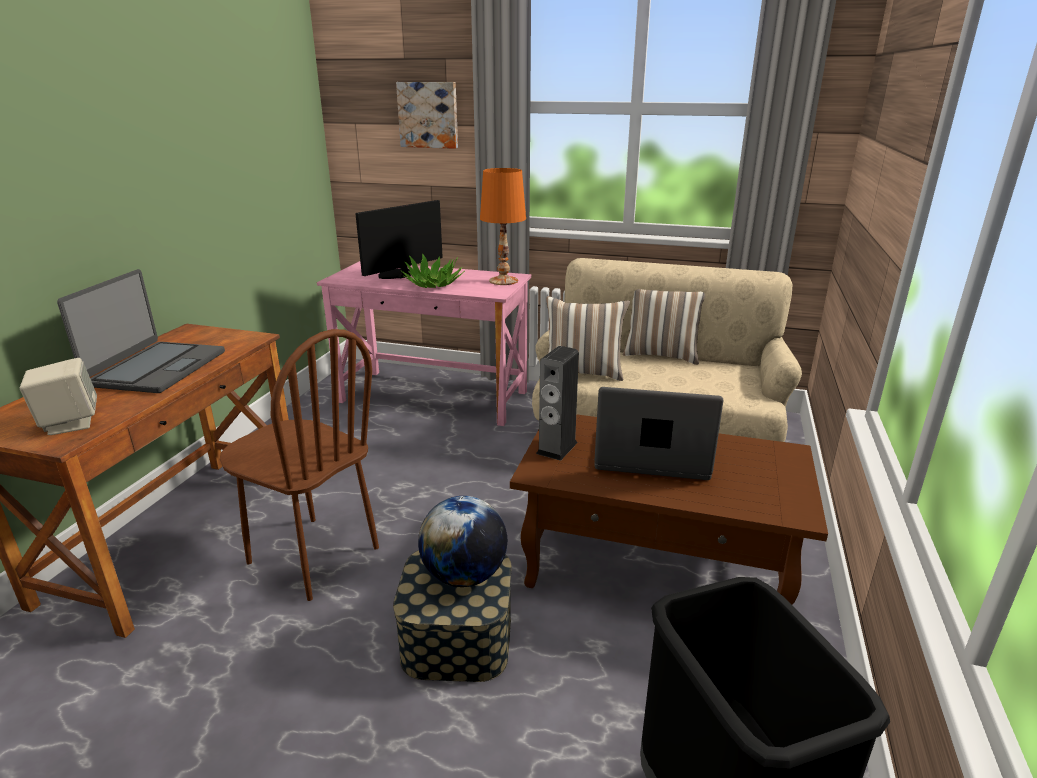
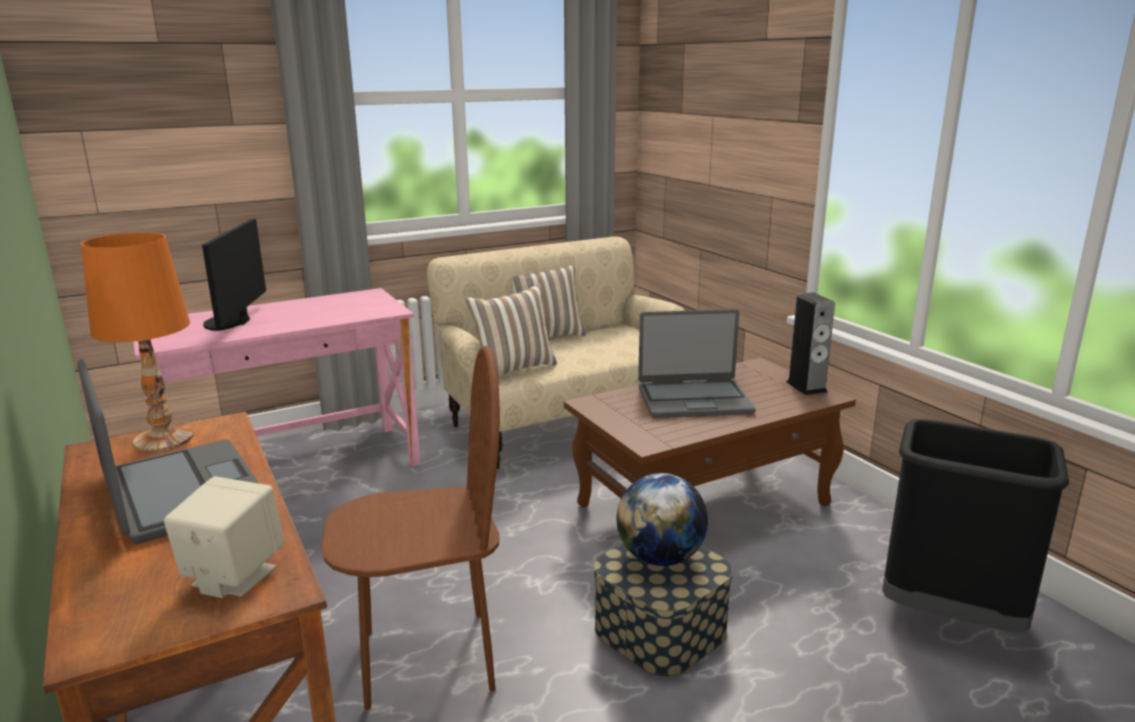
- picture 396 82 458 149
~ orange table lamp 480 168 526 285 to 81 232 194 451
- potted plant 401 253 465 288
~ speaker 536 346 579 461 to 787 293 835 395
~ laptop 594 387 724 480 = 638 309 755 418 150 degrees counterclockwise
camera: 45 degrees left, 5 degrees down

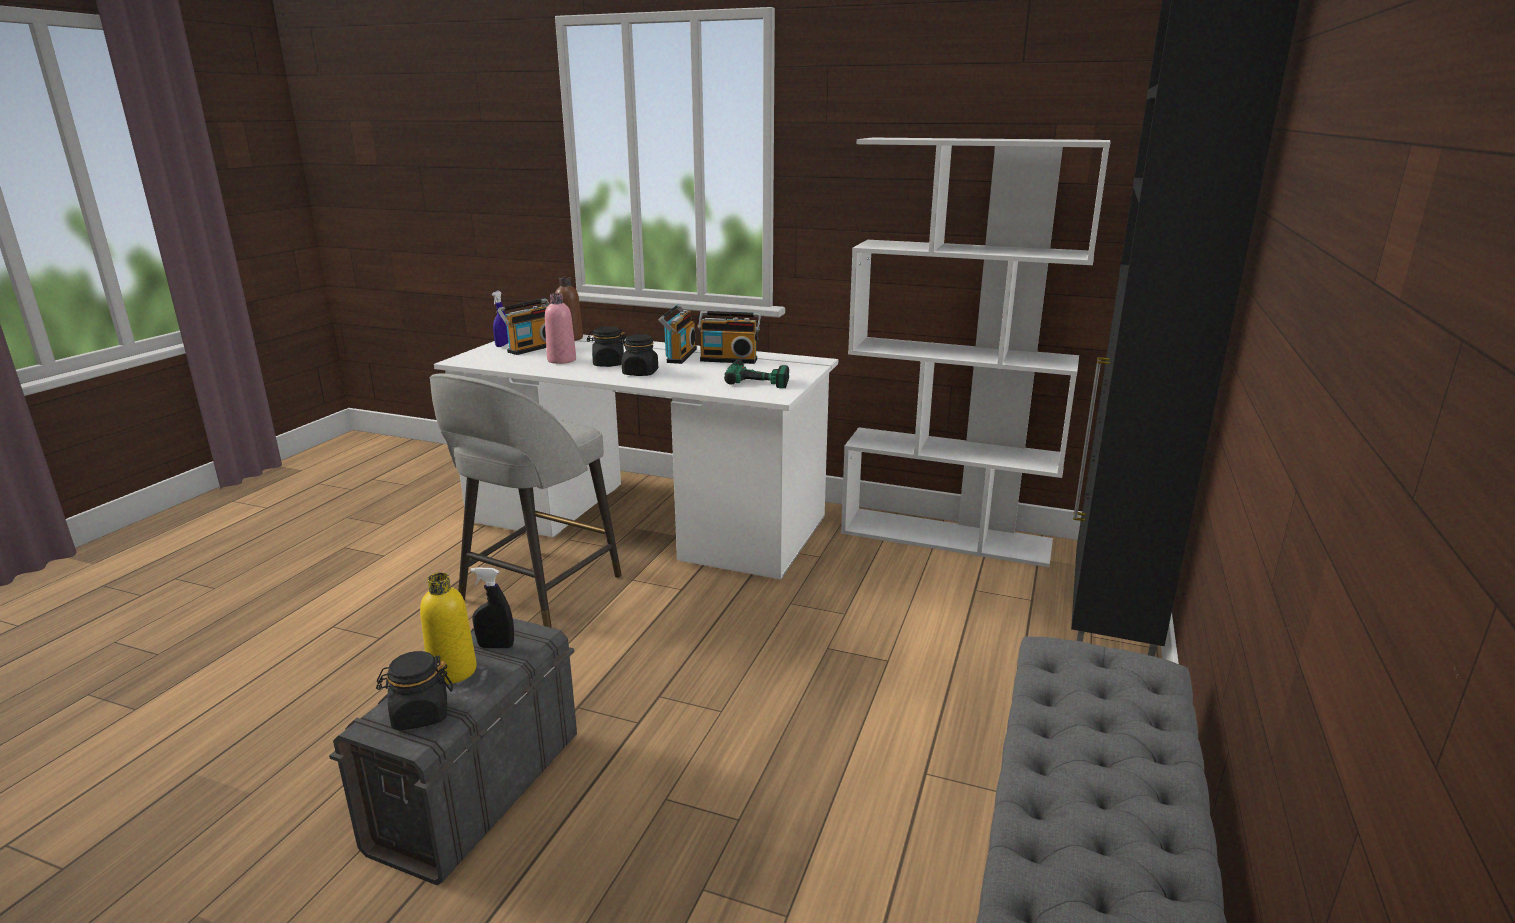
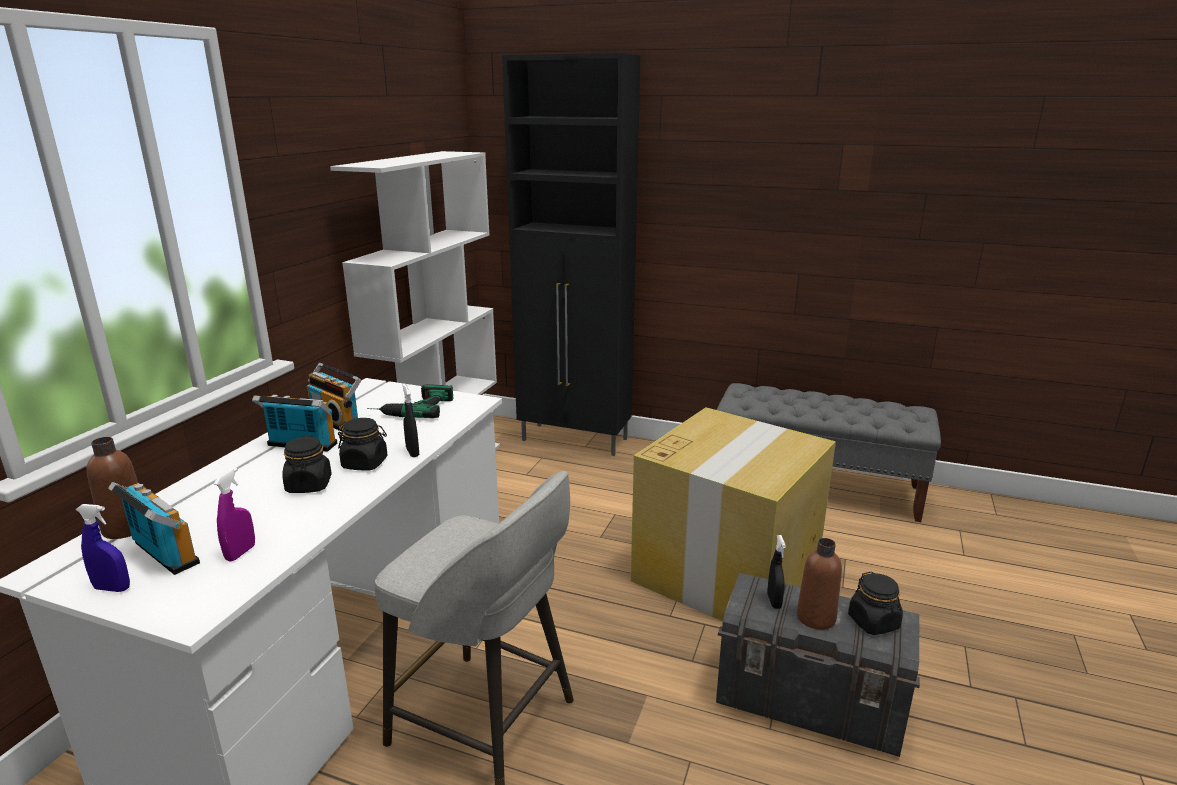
- pink bottle 545 293 576 364
~ radio 698 311 761 364 = 307 363 361 432 120 degrees clockwise
~ yellow bottle 420 573 477 684 to brown bottle 797 538 842 630
+ black spray bottle 402 384 419 457
+ cardboard box 631 407 836 621
+ purple spray bottle 214 468 255 562
camera: 90 degrees left, 0 degrees up

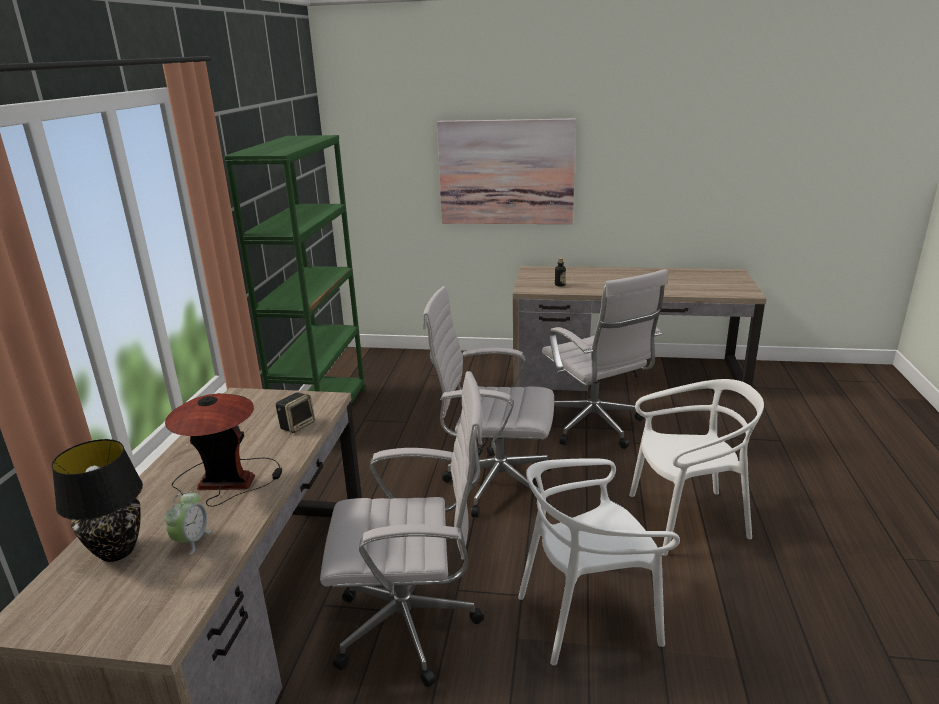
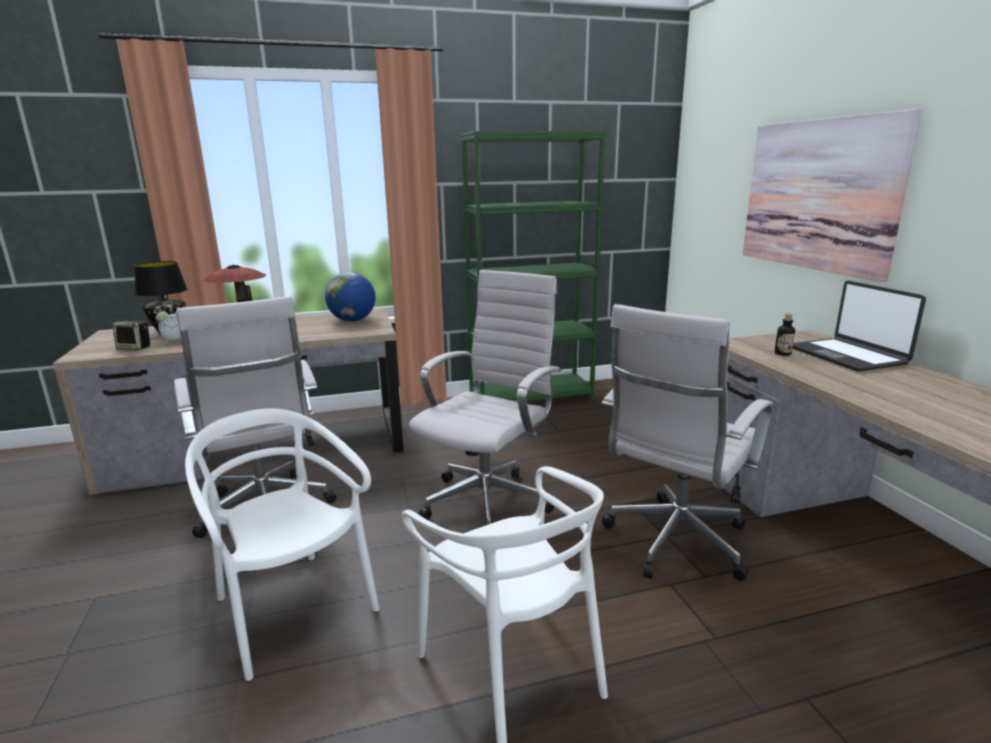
~ white office chair 423 286 554 518 = 409 270 561 525 45 degrees clockwise
~ speaker 276 392 315 433 to 112 320 150 350
+ globe 325 272 376 321
+ laptop 793 281 926 372
camera: 65 degrees right, 5 degrees down

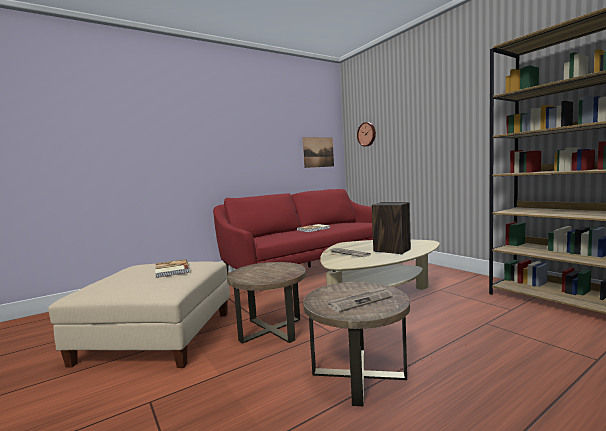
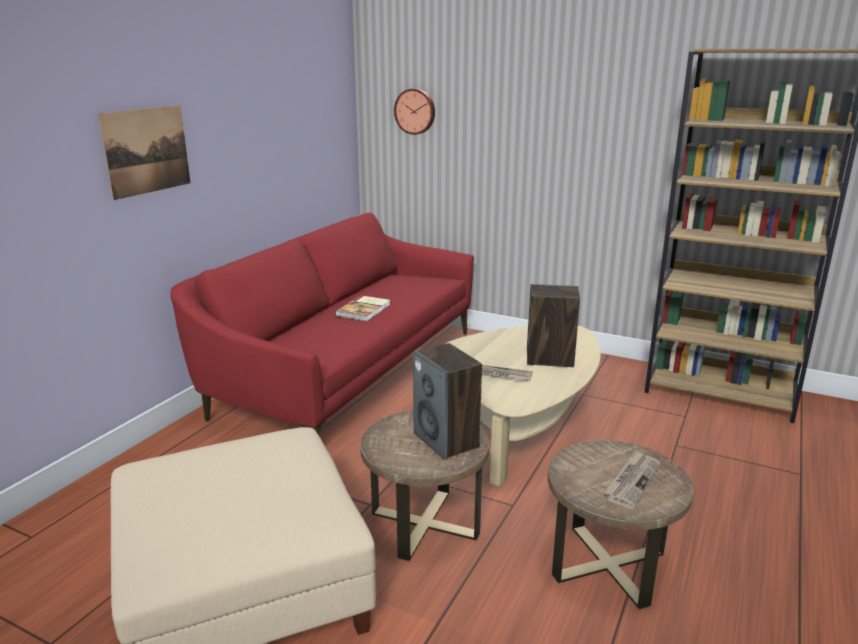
~ picture 303 137 334 168 to 98 106 190 200
- book 155 259 190 278
+ speaker 413 343 482 460
camera: 30 degrees left, 15 degrees up

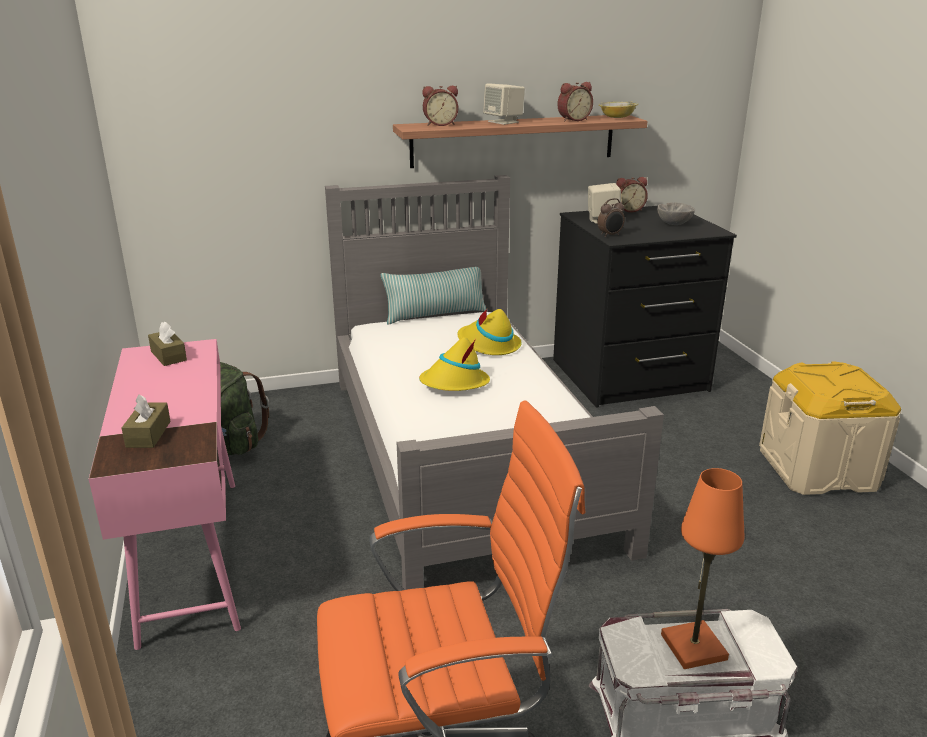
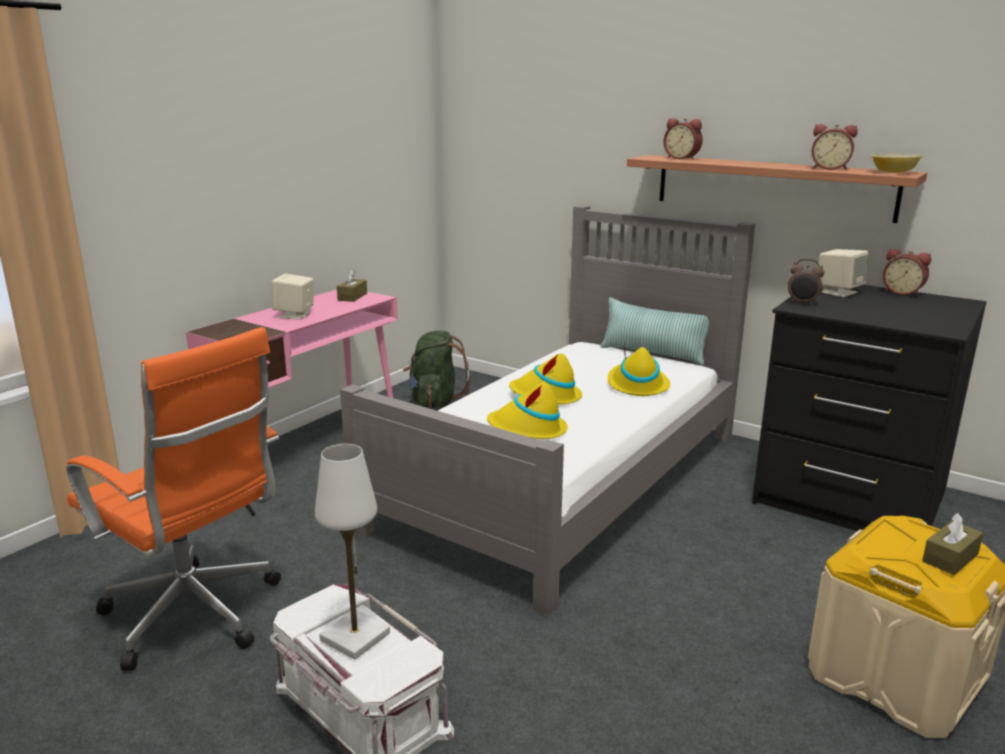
~ beige speaker 483 84 525 125 to 272 274 313 319
- grey bowl 657 202 695 225
~ brown tissue box 122 395 171 448 to 922 513 983 575
~ orange table lamp 661 468 744 669 to white table lamp 315 444 390 660
+ yellow hat 487 382 568 439
camera: 50 degrees right, 5 degrees down

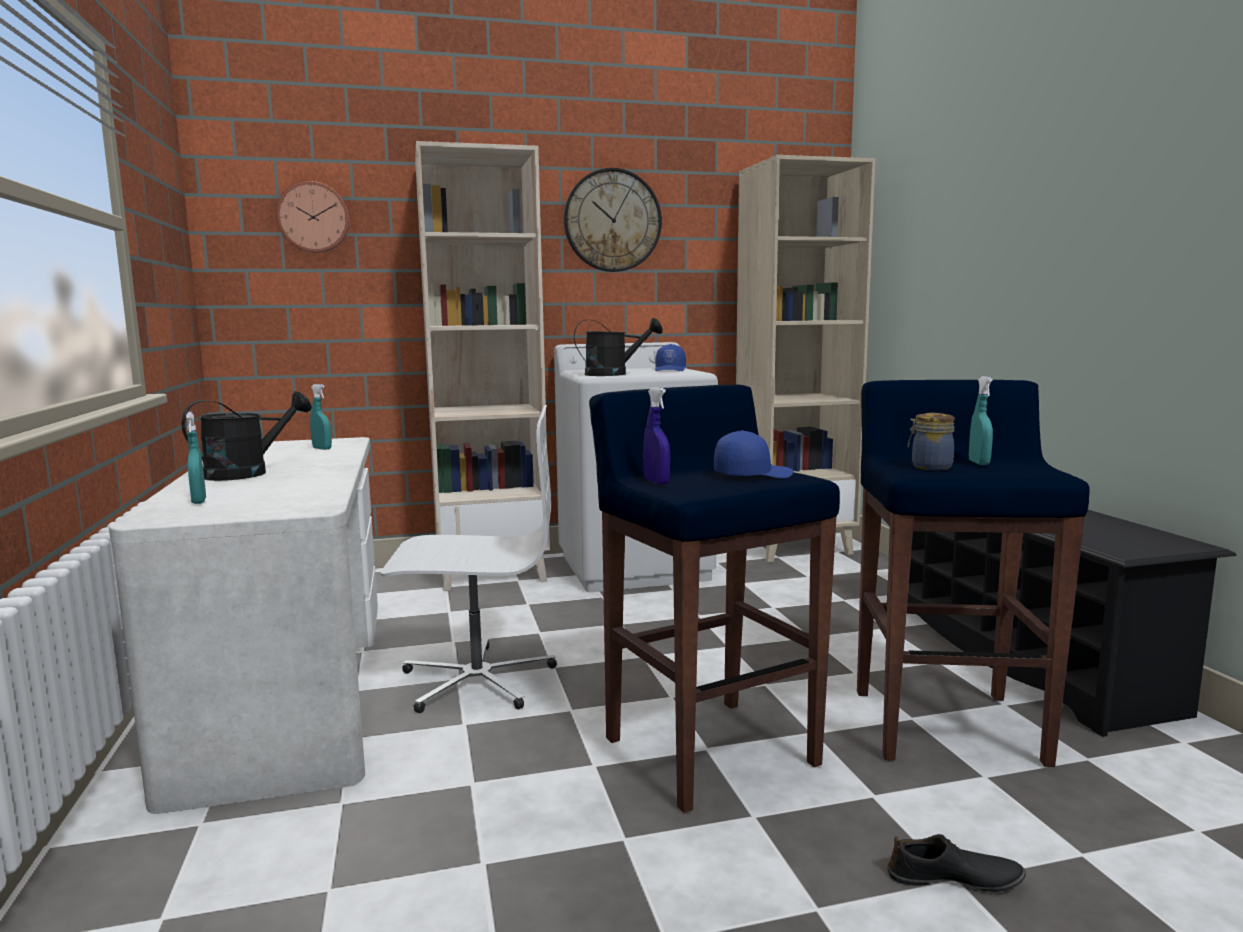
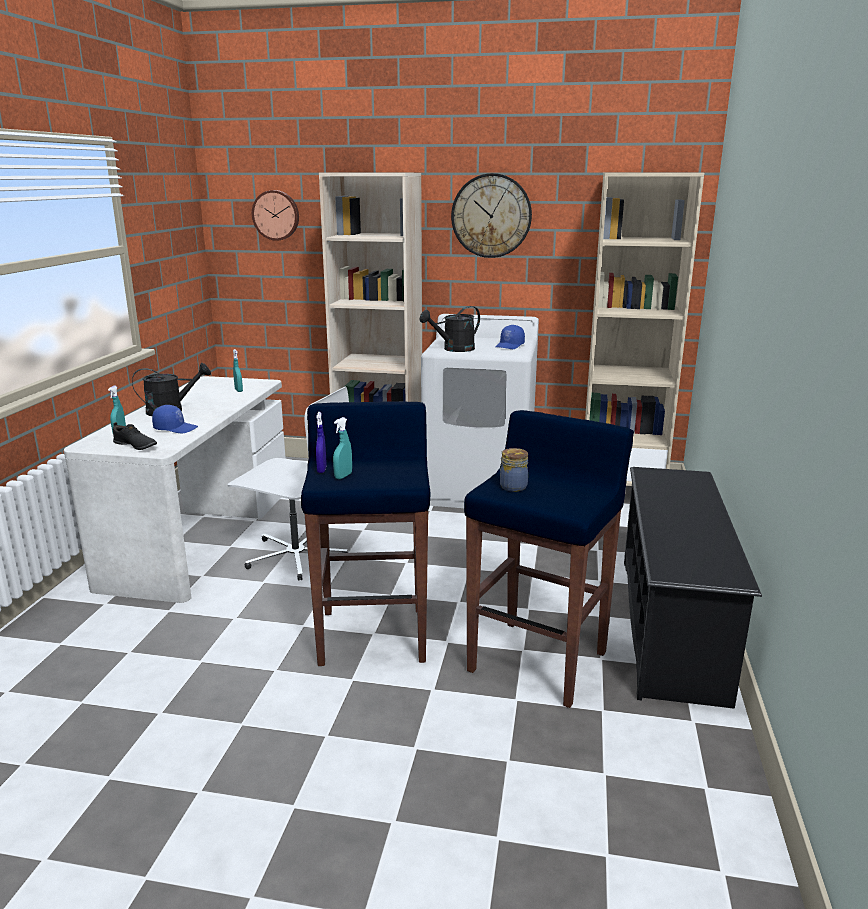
~ black watering can 574 318 663 376 = 419 306 480 352 135 degrees clockwise
~ turquoise spray bottle 969 376 993 465 to 333 417 352 479
~ blue cap 714 430 793 478 to 152 405 198 433
~ black shoe 888 834 1026 892 to 113 422 157 450
camera: 25 degrees right, 10 degrees up

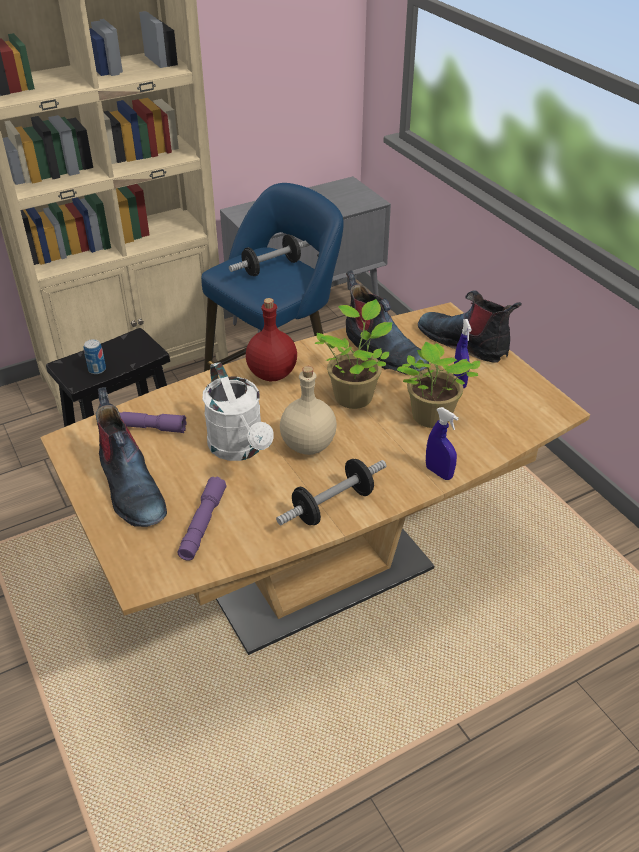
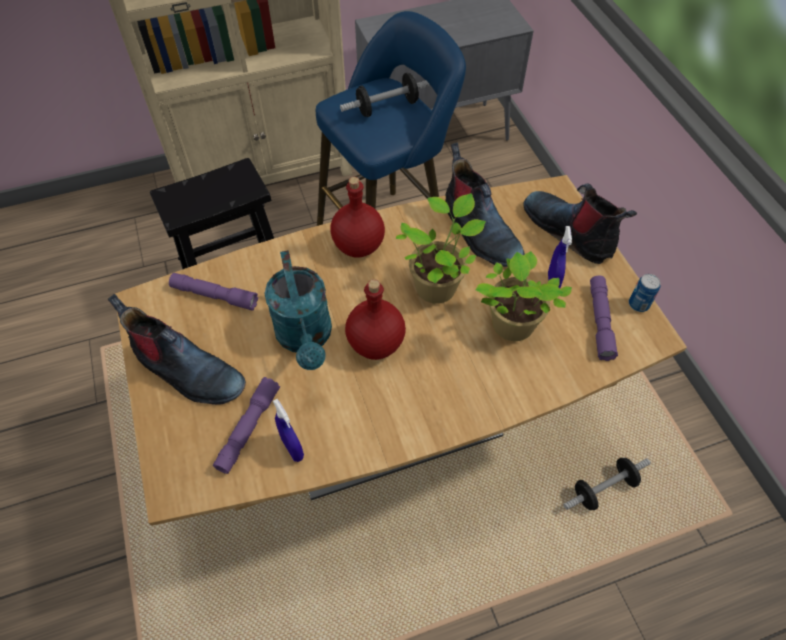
~ can 84 339 106 374 to 629 274 660 312
~ white watering can 202 362 274 461 to turquoise watering can 264 250 332 370
~ beige bottle 280 366 337 455 to red bottle 345 279 406 360
~ boot 96 387 167 527 = 108 294 246 405 45 degrees counterclockwise
~ blue spray bottle 426 407 459 480 to 273 399 304 462
~ dumbbell 276 459 387 525 to 563 458 651 510
+ purple flashlight 590 276 618 361
camera: 10 degrees right, 15 degrees up

